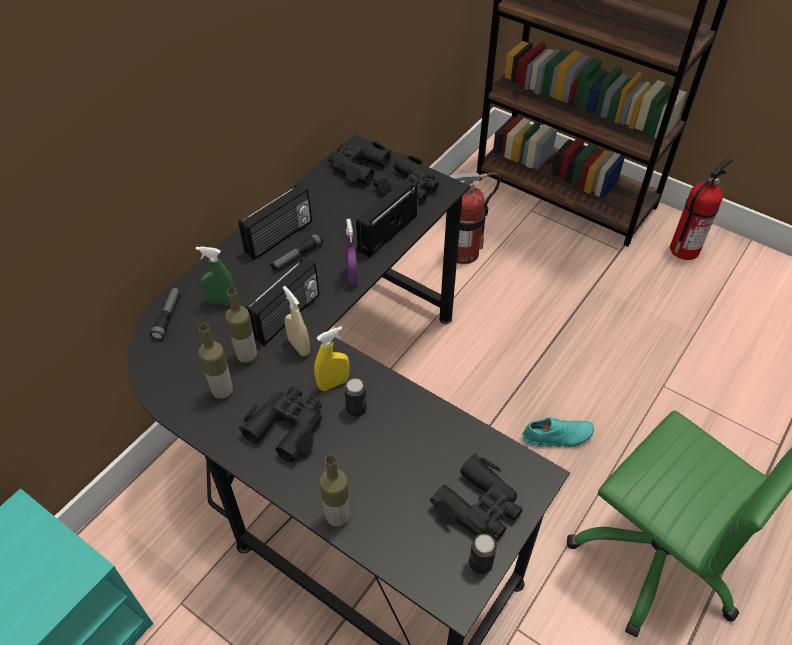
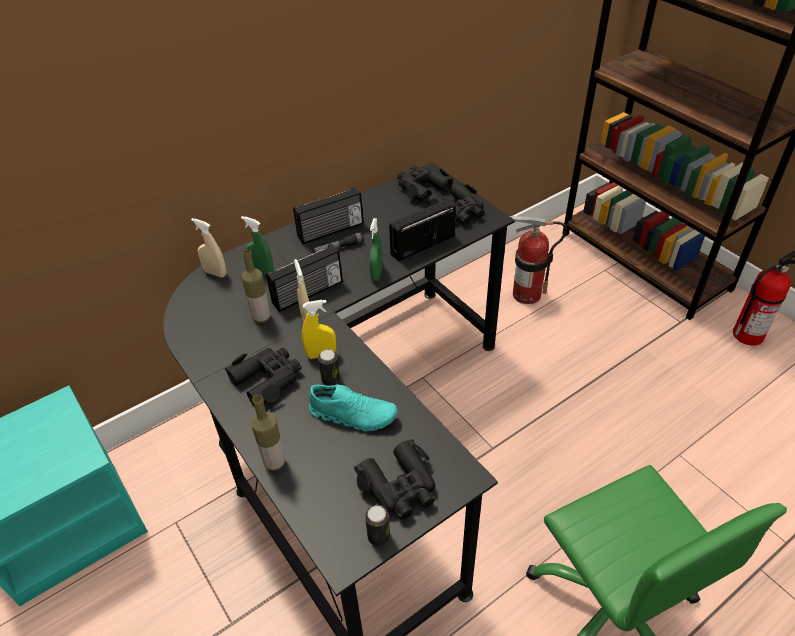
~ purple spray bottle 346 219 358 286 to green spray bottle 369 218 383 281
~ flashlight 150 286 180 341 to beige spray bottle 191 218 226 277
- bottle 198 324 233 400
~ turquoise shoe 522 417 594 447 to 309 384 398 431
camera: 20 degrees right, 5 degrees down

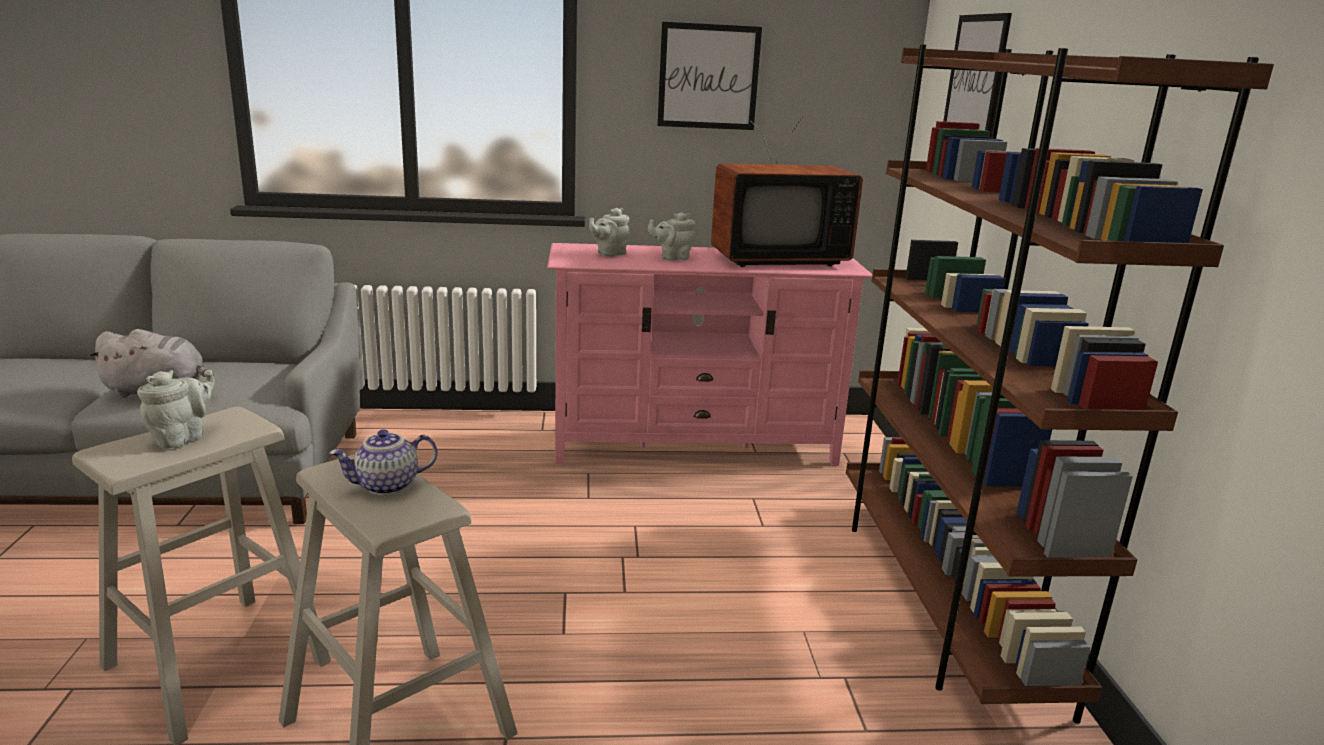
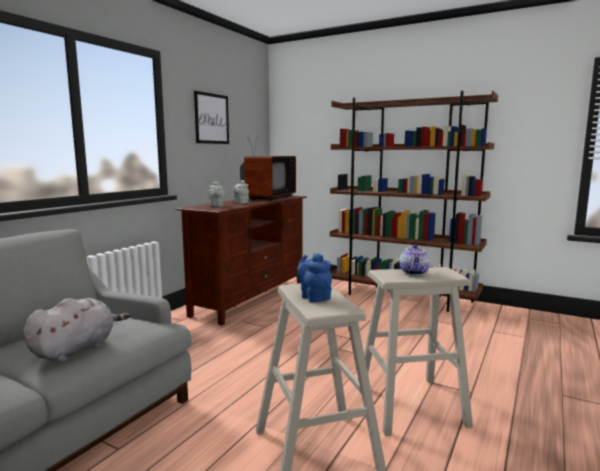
- picture 943 13 1012 136
~ pink tv stand 547 243 872 466 to brown tv stand 175 196 307 325
~ grey teapot 137 370 215 449 to blue teapot 297 253 332 302
camera: 55 degrees left, 10 degrees down

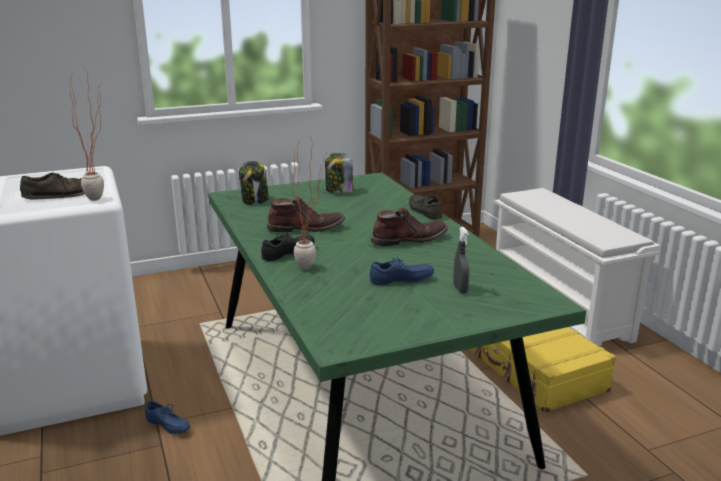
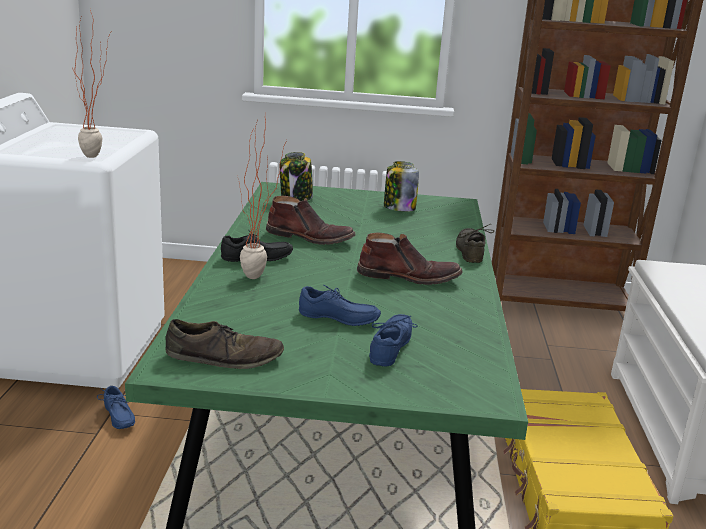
~ brown shoe 20 172 85 200 to 165 319 284 369
~ grey spray bottle 453 227 469 294 to blue shoe 369 314 418 367
camera: 25 degrees right, 0 degrees up

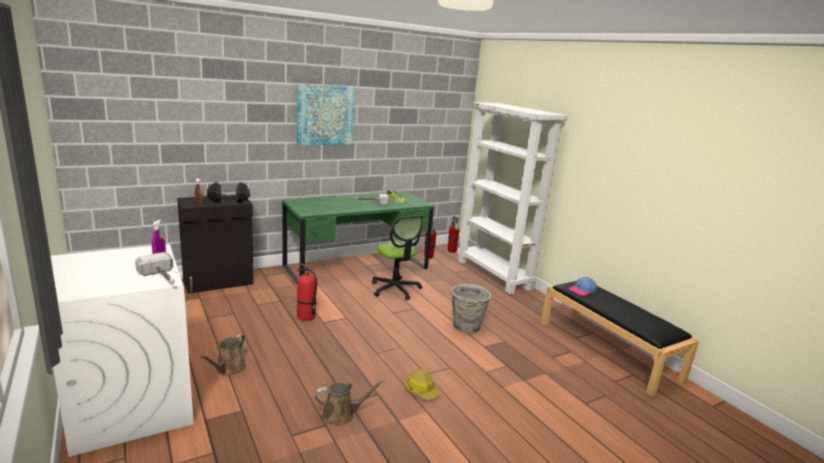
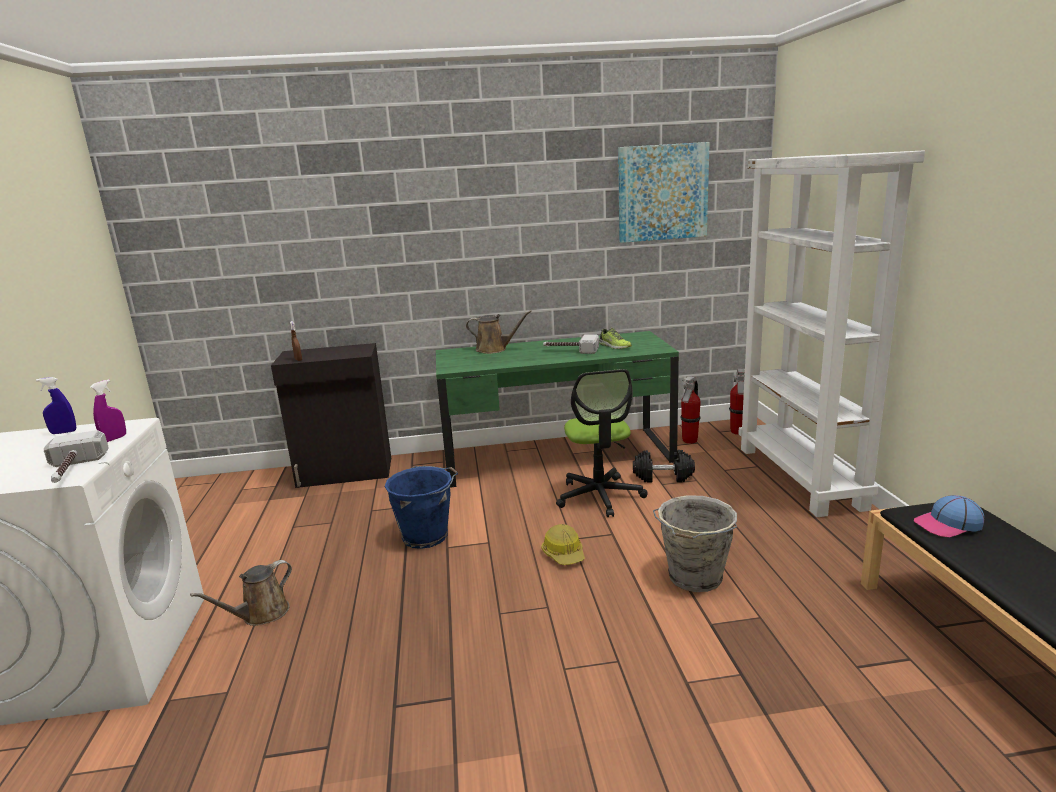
~ picture 297 83 355 145 to 618 142 710 243
~ black dumbbell 207 182 250 203 to 633 450 695 483
~ fire extinguisher 297 263 317 321 to blue bucket 384 466 458 549
~ hard hat 405 369 440 400 to 541 524 585 565
~ brown watering can 315 380 385 426 to 466 310 532 354
+ blue spray bottle 36 377 76 434
camera: 25 degrees right, 0 degrees up

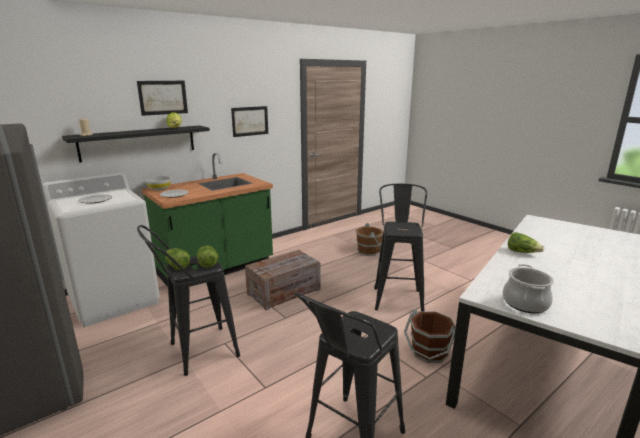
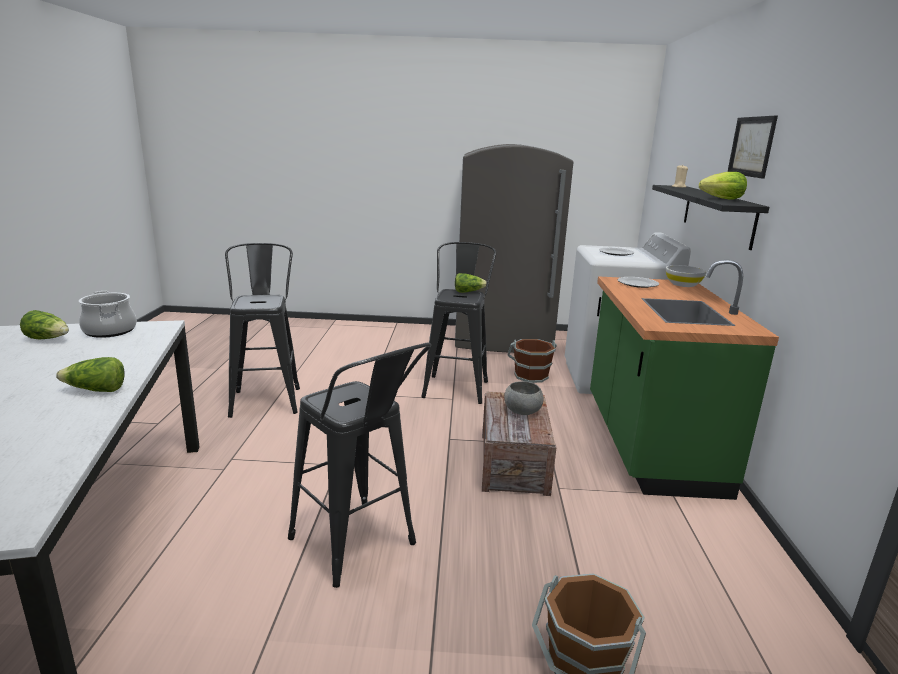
- picture 231 106 268 137
~ lettuce 197 246 218 268 to 20 310 69 339
~ brown bucket 404 309 456 363 to 507 339 557 383
+ grey bowl 504 381 544 415
camera: 130 degrees right, 0 degrees up

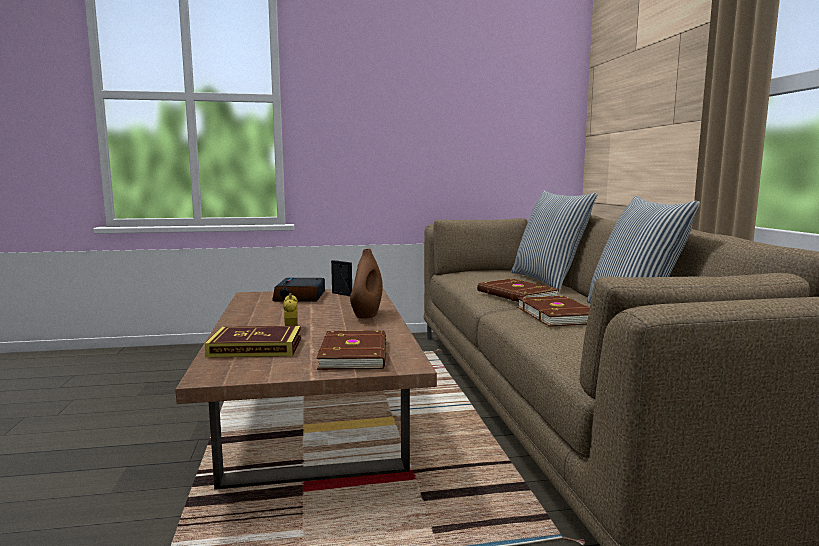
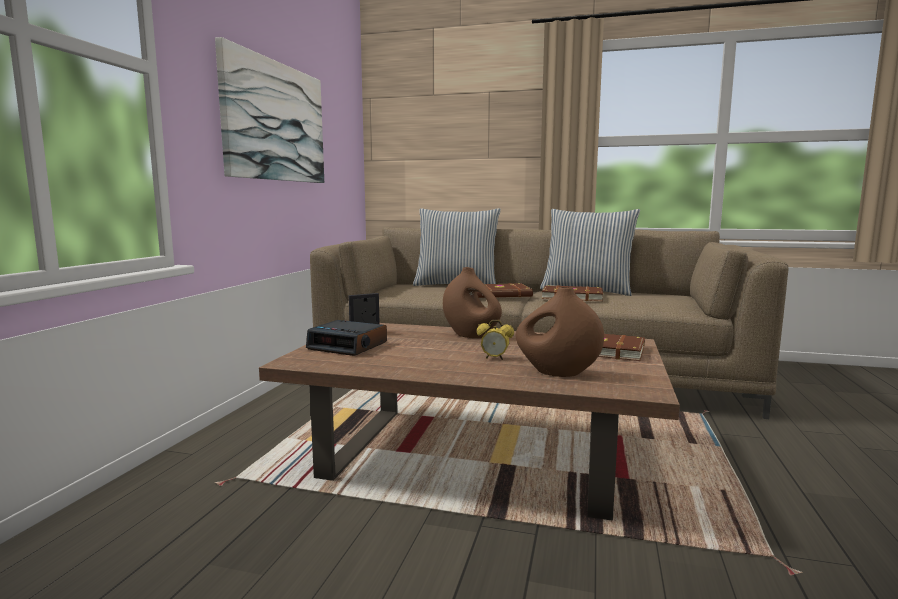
~ book 205 326 301 358 to brown vase 516 287 604 377
+ picture 215 37 324 183
camera: 65 degrees left, 0 degrees up

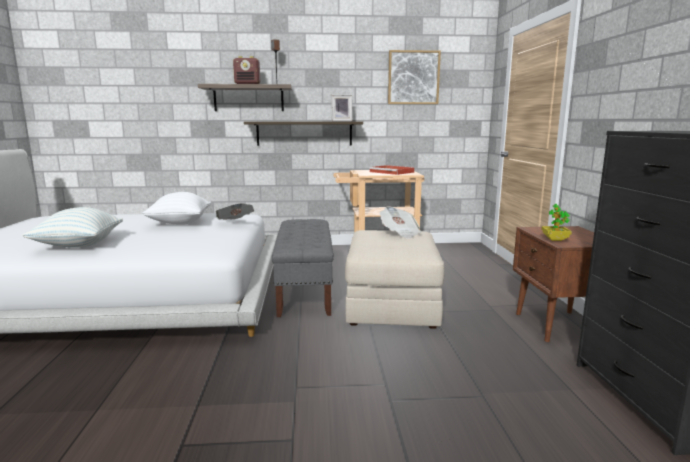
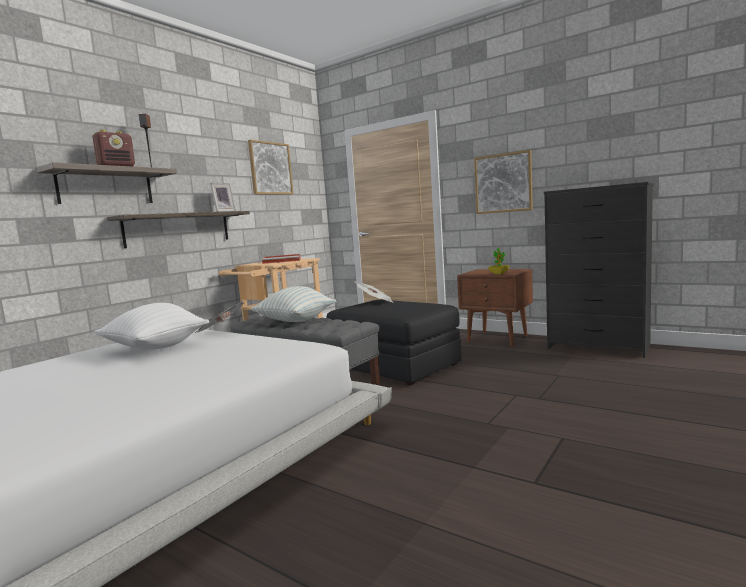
~ pillow 22 207 123 248 to 251 286 336 322
~ beige ottoman 345 230 445 329 to black ottoman 327 299 462 385
+ picture 474 150 533 214
camera: 50 degrees left, 5 degrees down

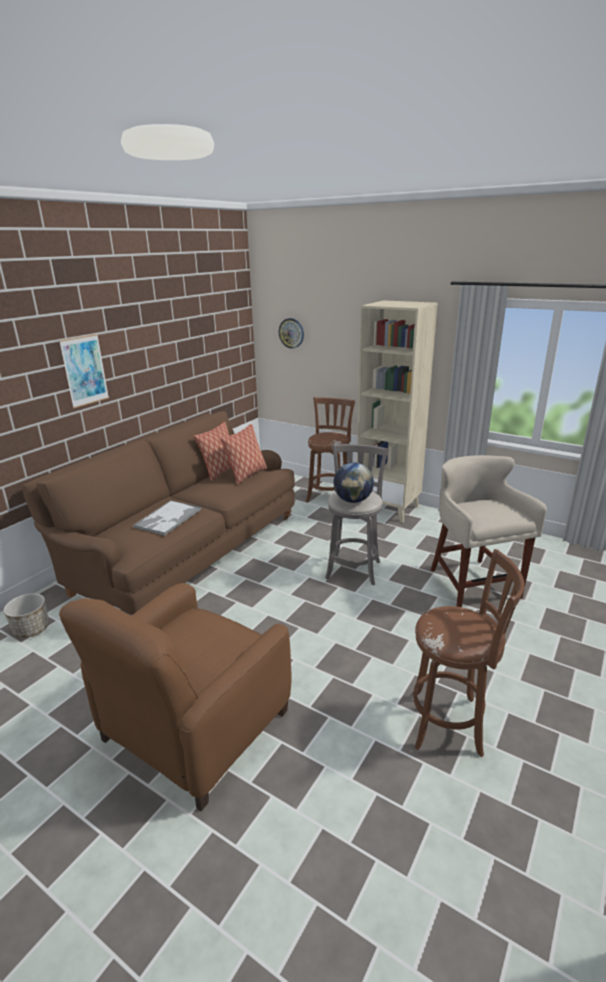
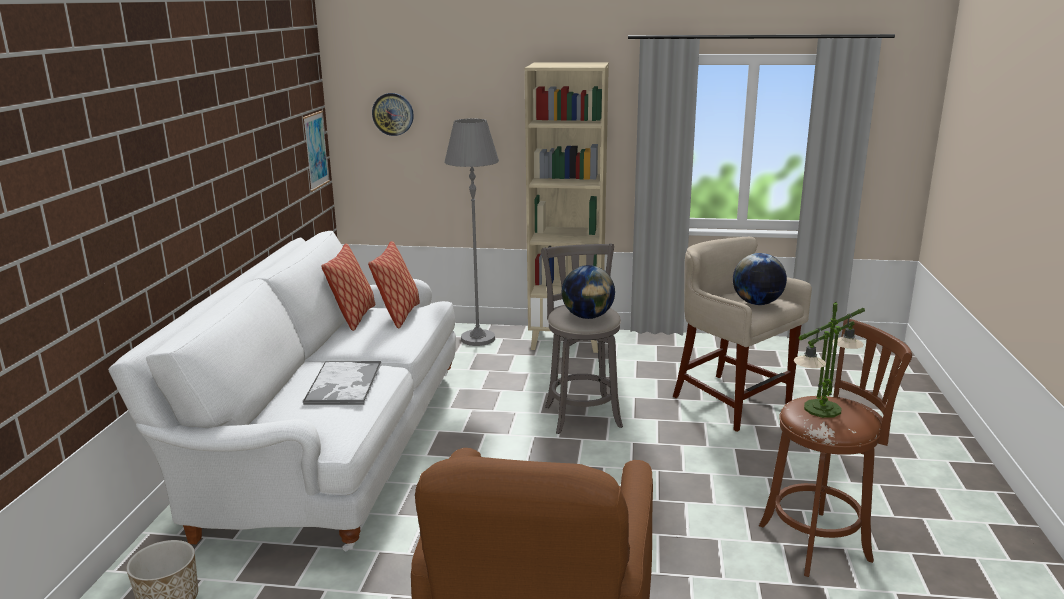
~ picture 59 334 109 408 to 303 111 330 191
~ brown stool 306 397 355 502 to grey floor lamp 444 119 499 346
~ brown sofa 21 411 295 616 to white sofa 108 231 456 551
+ globe 733 253 787 305
+ table lamp 794 302 865 418
camera: 25 degrees left, 5 degrees down

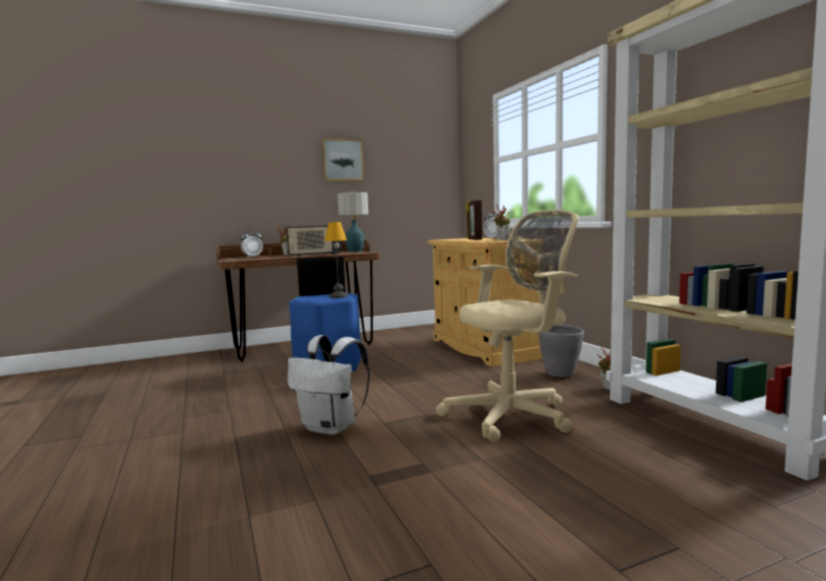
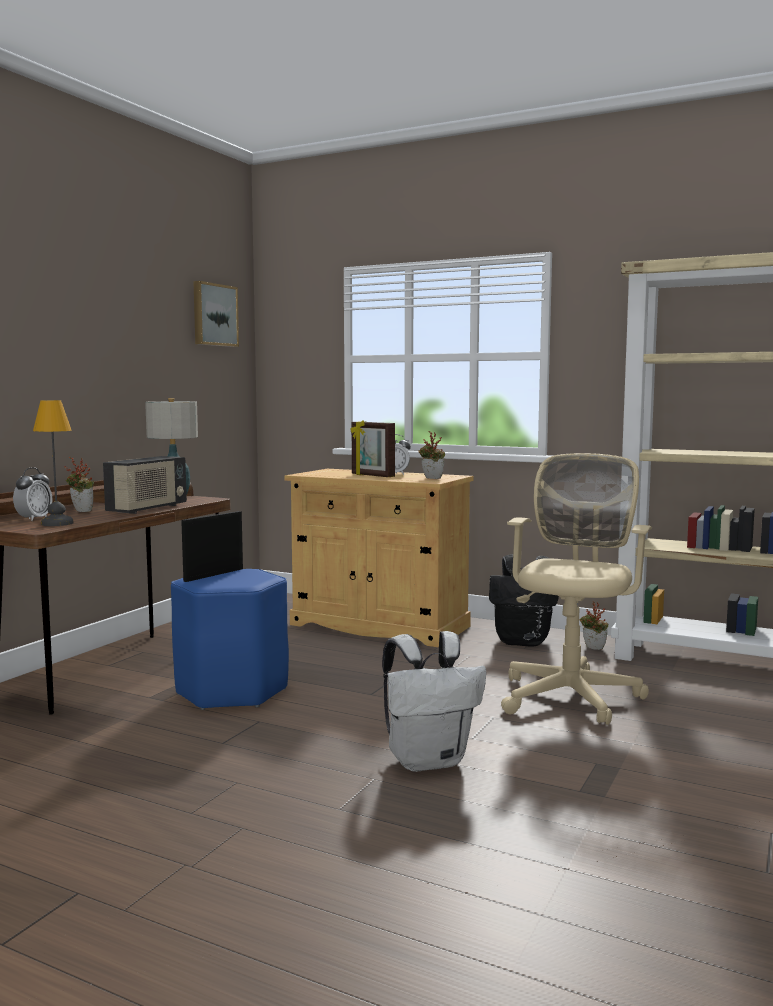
~ picture 322 138 364 181 to 193 281 239 347
~ table lamp 325 222 348 298 to 33 400 74 526
~ grey planter 539 324 584 377 to black backpack 489 554 559 647
camera: 40 degrees left, 0 degrees up

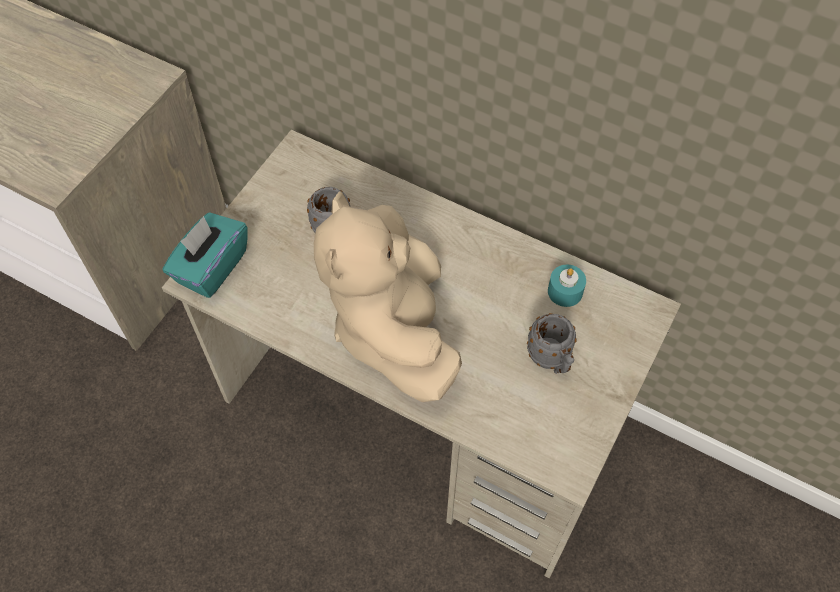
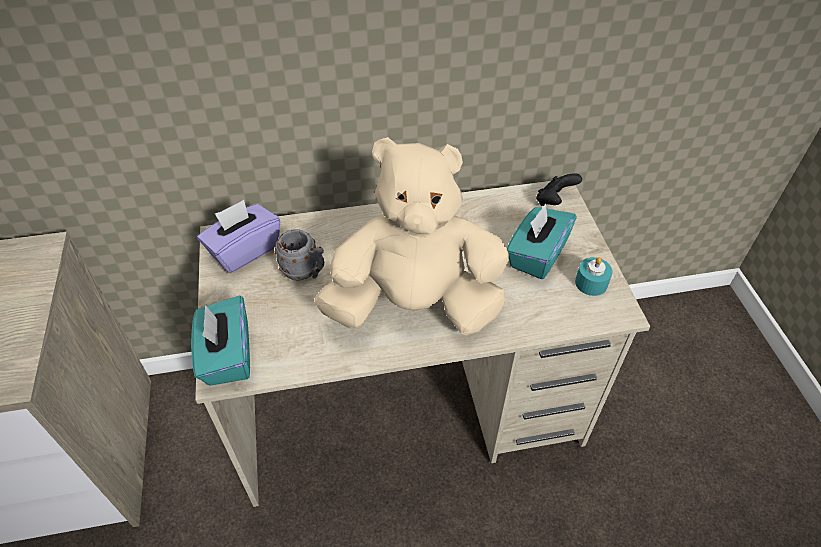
~ beige plush toy 314 192 462 402 = 315 137 509 335 135 degrees clockwise
~ turquoise candle 548 264 586 307 to 575 257 613 296
~ grey mug 527 313 577 374 to turquoise tissue box 507 204 577 279
+ black game controller 536 173 582 206
+ purple tissue box 197 200 280 273
camera: 40 degrees left, 10 degrees down

